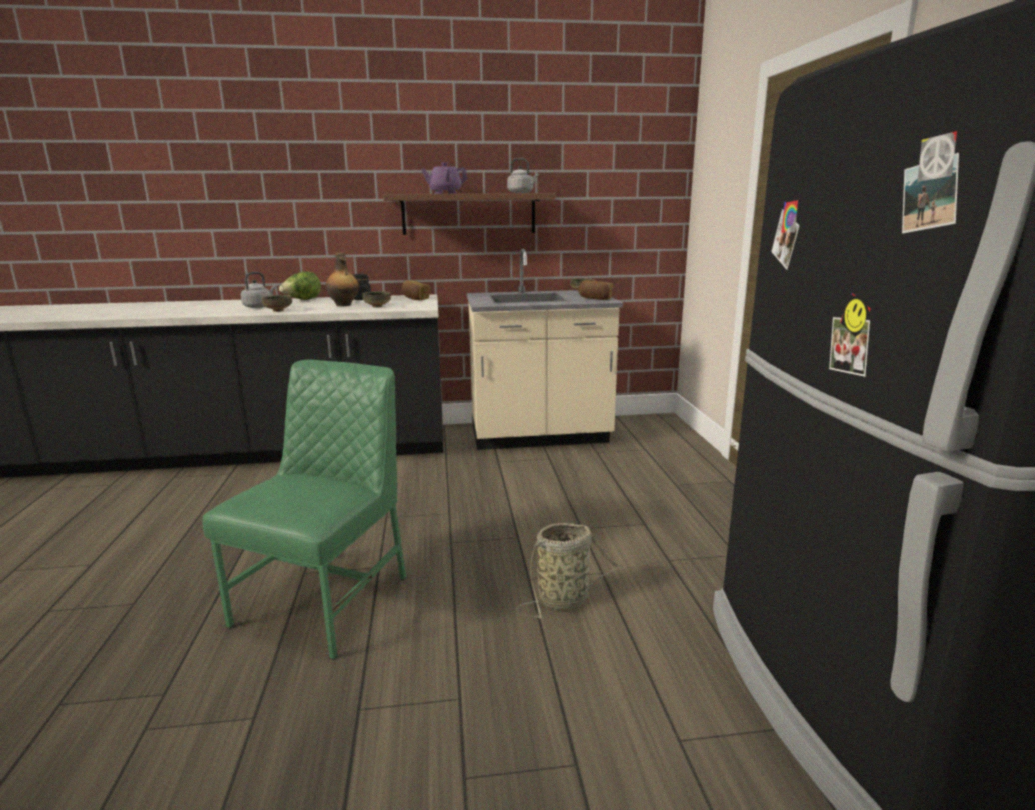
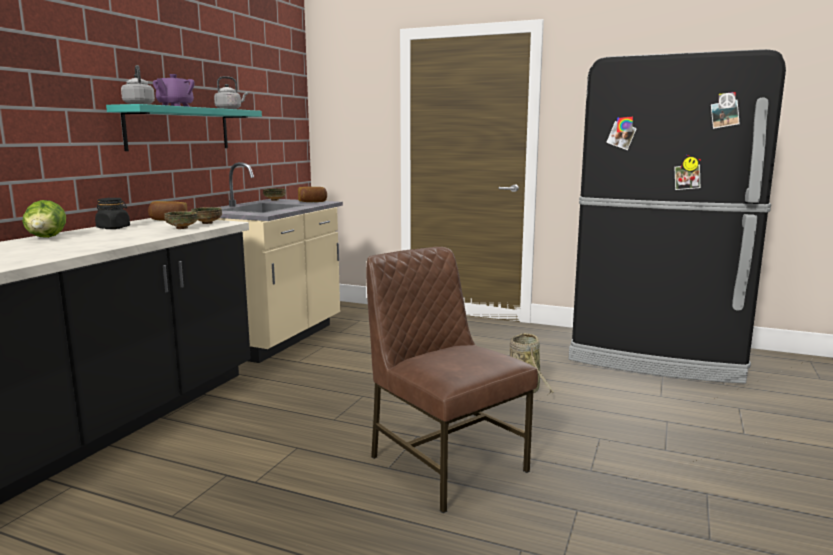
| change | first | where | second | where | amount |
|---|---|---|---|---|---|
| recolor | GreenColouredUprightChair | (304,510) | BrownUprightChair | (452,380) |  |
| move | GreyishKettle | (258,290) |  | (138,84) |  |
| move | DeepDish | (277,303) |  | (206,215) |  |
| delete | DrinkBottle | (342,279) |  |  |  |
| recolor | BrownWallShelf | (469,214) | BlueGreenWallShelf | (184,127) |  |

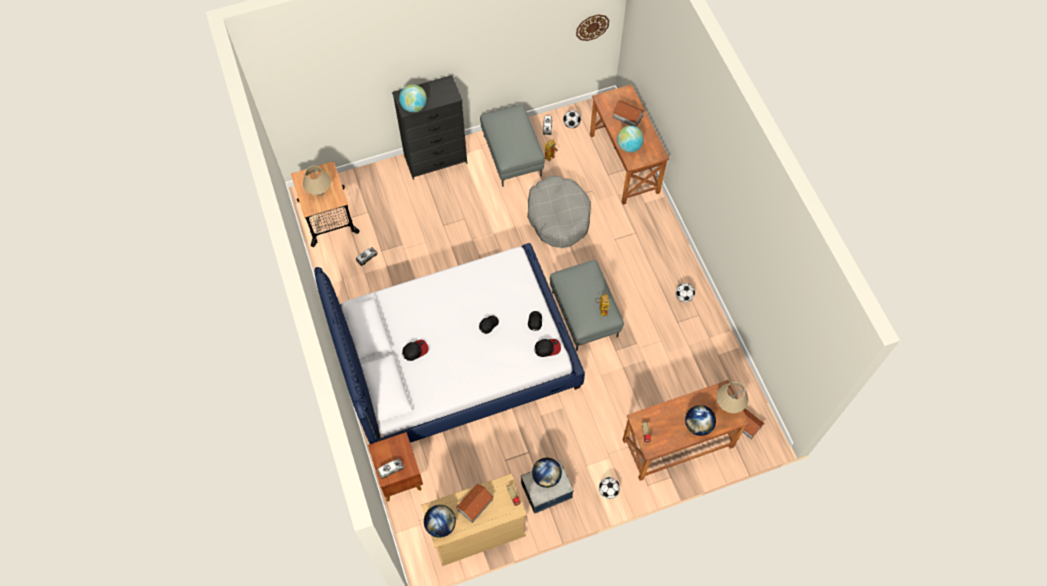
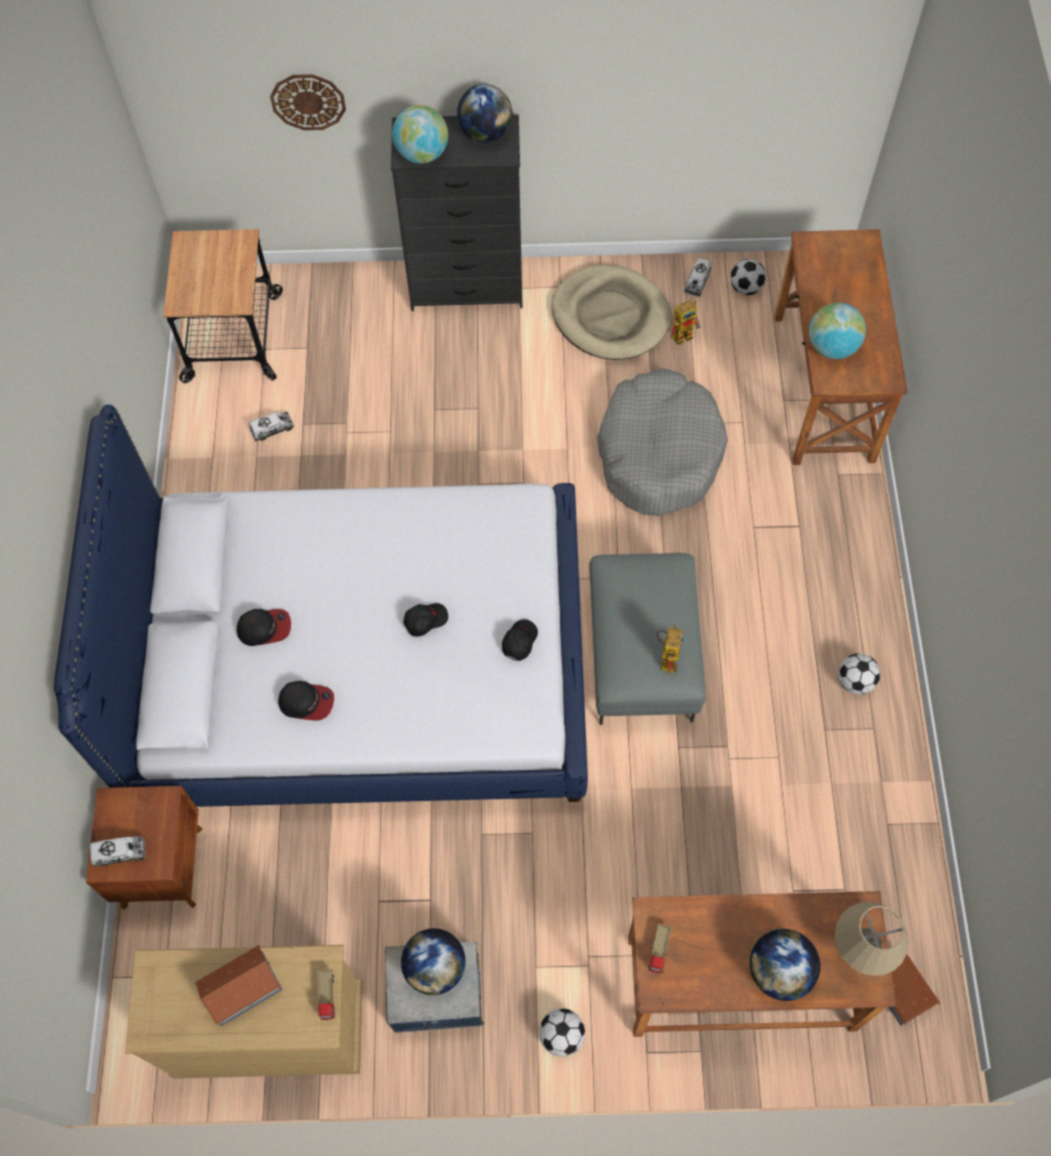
| change | first | where | second | where | amount |
|---|---|---|---|---|---|
| delete | BeigeTabletopLamp | (317,181) |  |  |  |
| move | DeskGlobe | (440,521) |  | (484,113) |  |
| replace | GreyishPouffe | (512,145) | BeigePetBed | (611,312) |  |
| move | PeakedCap | (547,348) |  | (306,700) |  |
| move | ClockOnTheWall | (592,27) |  | (308,102) |  |
| delete | MiniatureHouse | (628,113) |  |  |  |

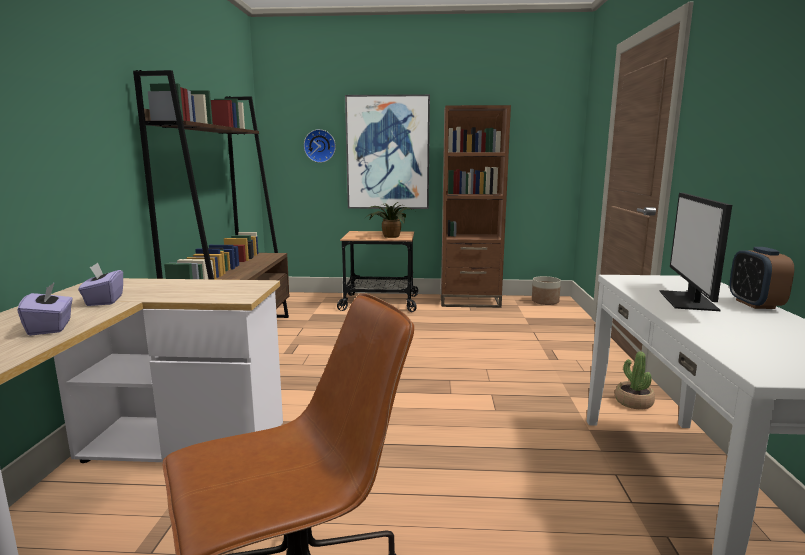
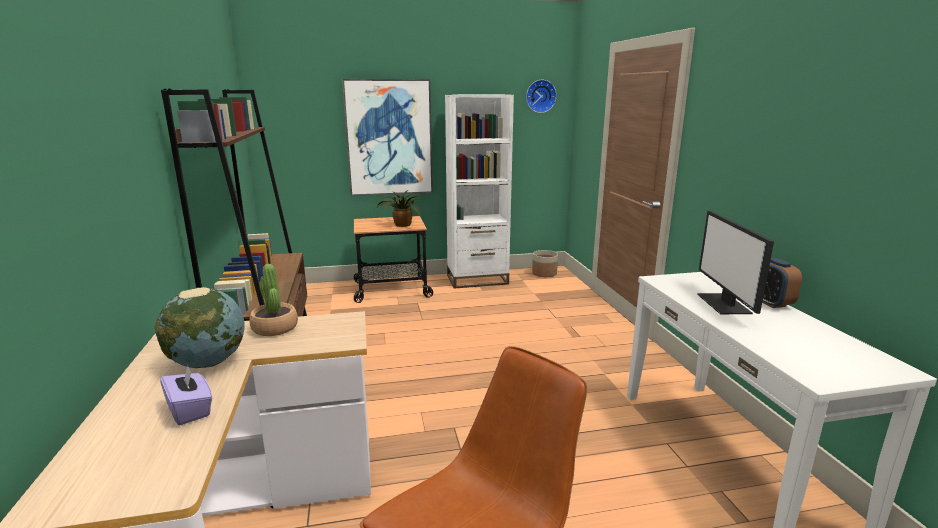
| change | first | where | second | where | amount |
|---|---|---|---|---|---|
| replace | PurpleBoxOfTissues | (100,284) | DeskGlobe | (200,327) |  |
| move | ClockOnTheWall | (320,146) |  | (541,96) |  |
| recolor | BrownBookcase | (476,206) | WhitishBookcase | (479,191) |  |
| move | Houseplant | (635,380) |  | (273,300) |  |

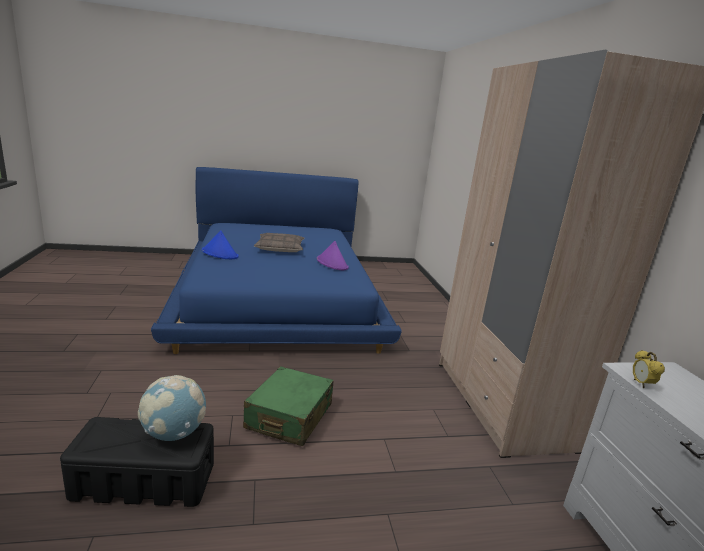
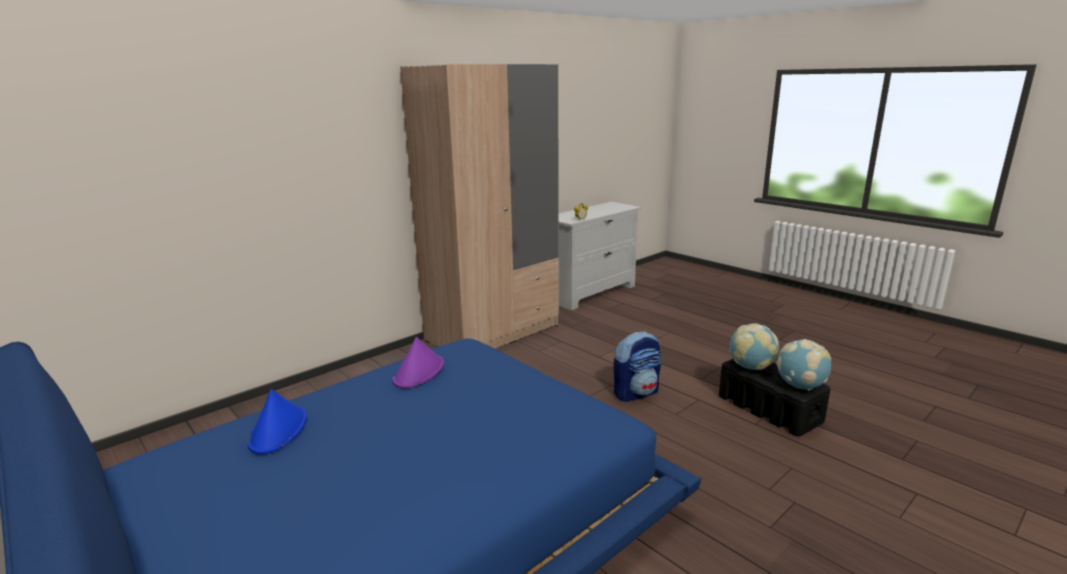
| change | first | where | second | where | amount |
|---|---|---|---|---|---|
| move | BlueClothingHat | (220,244) |  | (277,421) |  |
| replace | GreenColouredSuitcase | (288,406) | Backpack | (637,367) |  |
| delete | Pillow | (279,242) |  |  |  |
| insert |  |  | DeskGlobe | (803,364) |  |

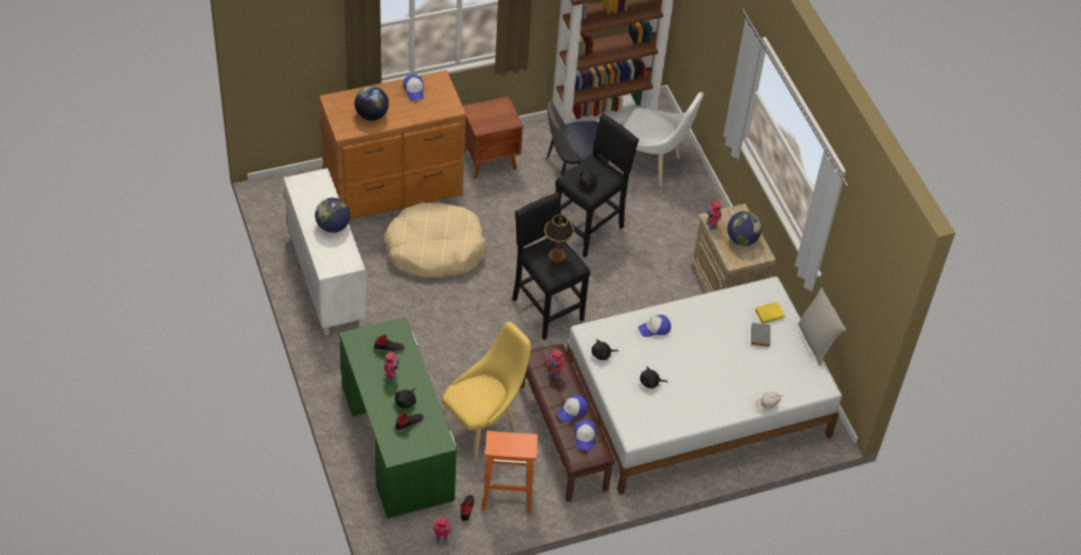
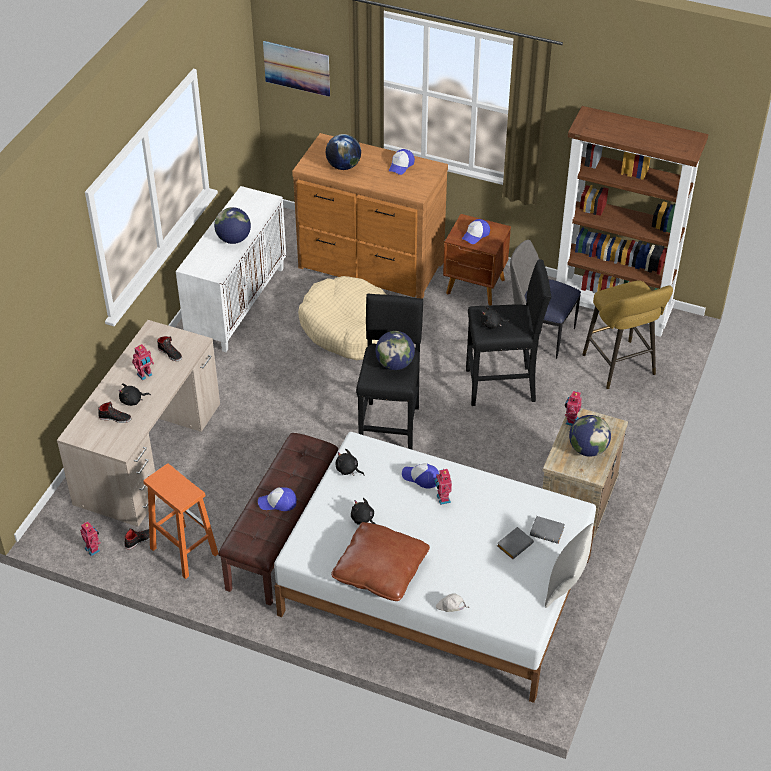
| change | first | where | second | where | amount |
|---|---|---|---|---|---|
| recolor | GreenColouredDeskUnit | (398,417) | BeigeDeskUnit | (138,423) |  |
| delete | YellowColouredUprightChair | (486,391) |  |  |  |
| replace | TabletopLamp | (559,238) | DeskGlobe | (395,350) |  |
| move | ToyRobot | (556,364) |  | (443,486) |  |
| move | PeakedCap | (585,435) |  | (476,231) |  |
| replace | WhitishUprightChair | (660,139) | YellowColouredSittingStool | (627,334) |  |
| recolor | YellowColouredBoundBook | (770,312) | GreyishBoundBook | (547,530) |  |
| insert |  |  | Picture | (296,69) |  |
| insert |  |  | BrownPillow | (380,561) |  |

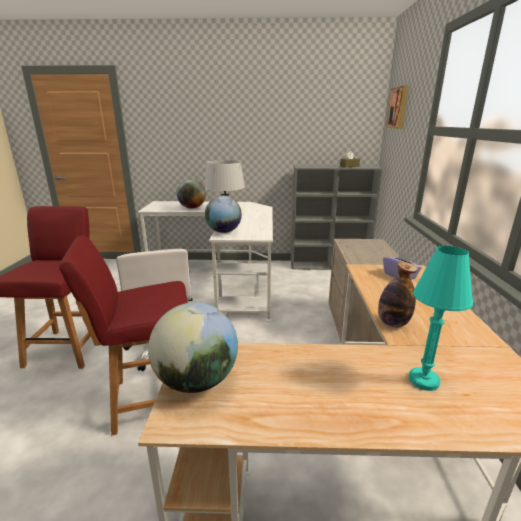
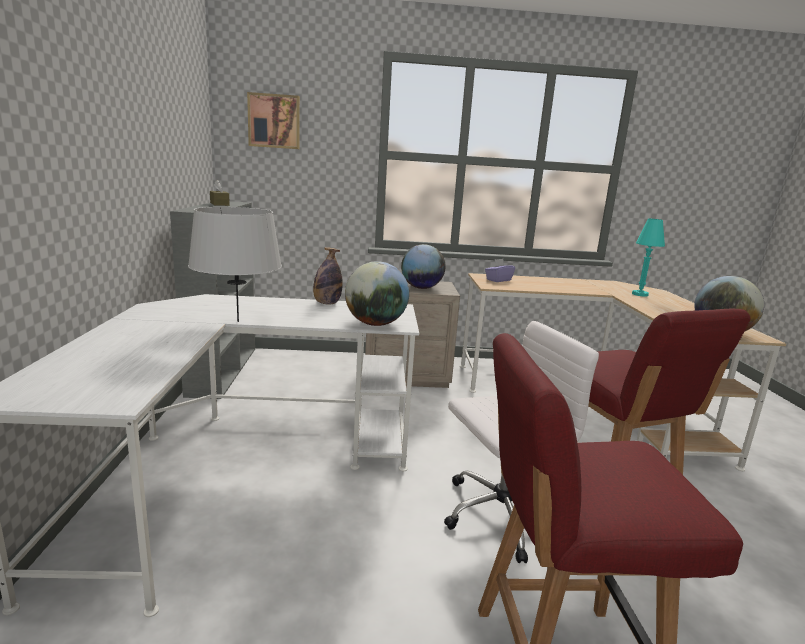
| change | first | where | second | where | amount |
|---|---|---|---|---|---|
| move | DeskGlobe | (191,194) |  | (423,266) |  |
| move | DrinkBottle | (398,294) |  | (328,276) |  |

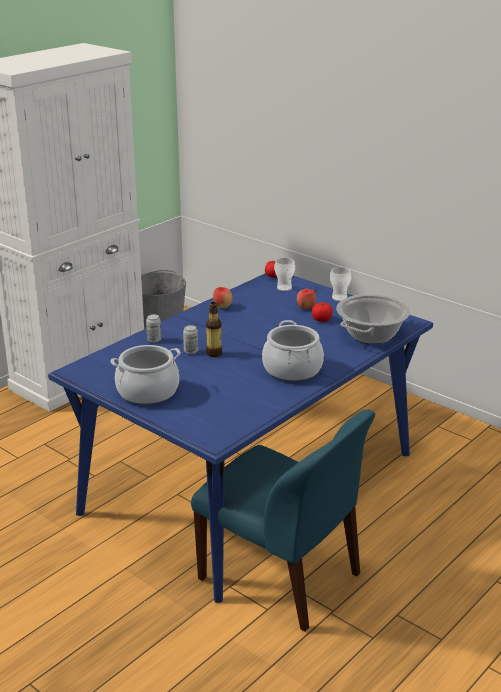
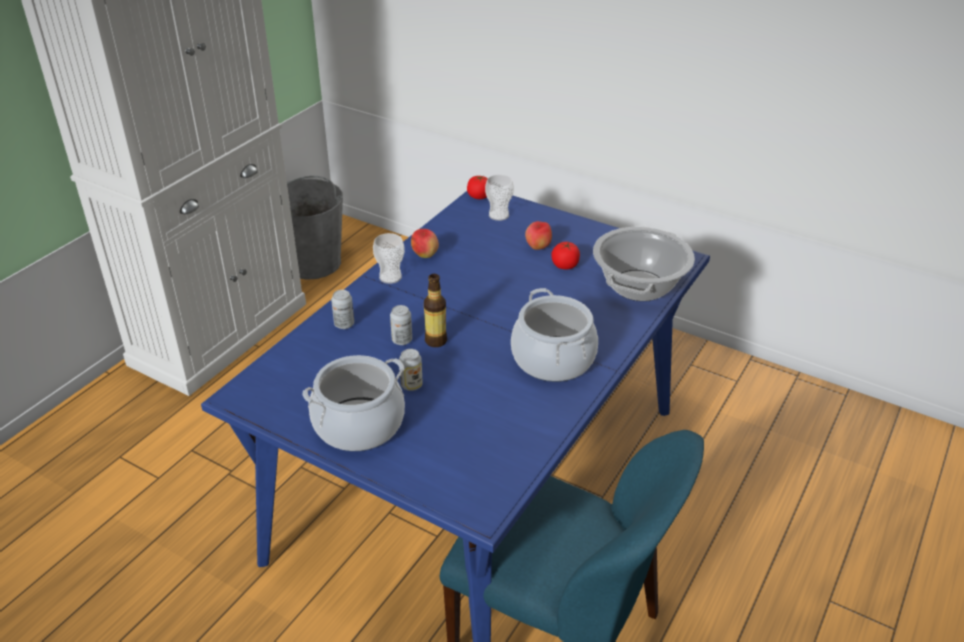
| change | first | where | second | where | amount |
|---|---|---|---|---|---|
| move | DrinkingCup | (340,284) |  | (389,258) |  |
| insert |  |  | Can | (411,370) |  |

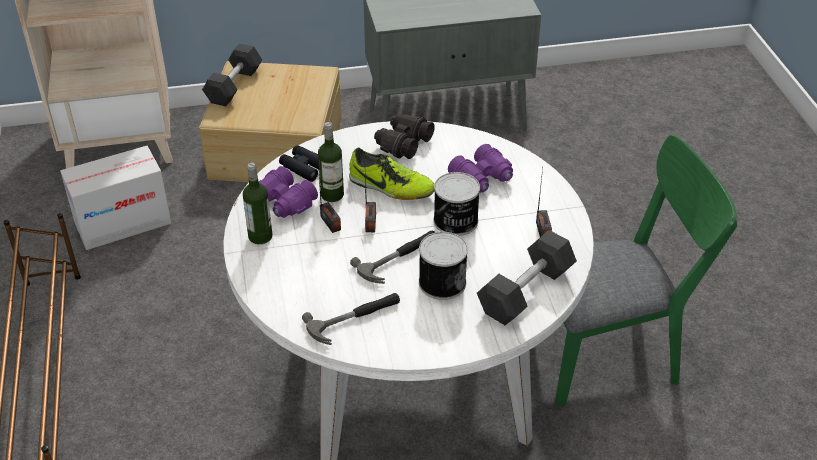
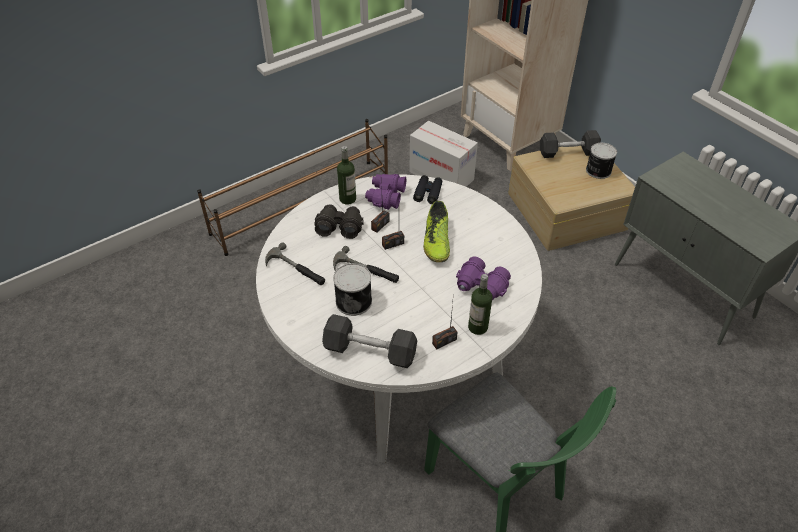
| change | first | where | second | where | amount |
|---|---|---|---|---|---|
| move | DrinkBottle | (331,162) |  | (480,304) |  |
| move | BlackPairOfBinoculars | (404,136) |  | (338,221) |  |
| move | Can | (457,204) |  | (601,161) |  |

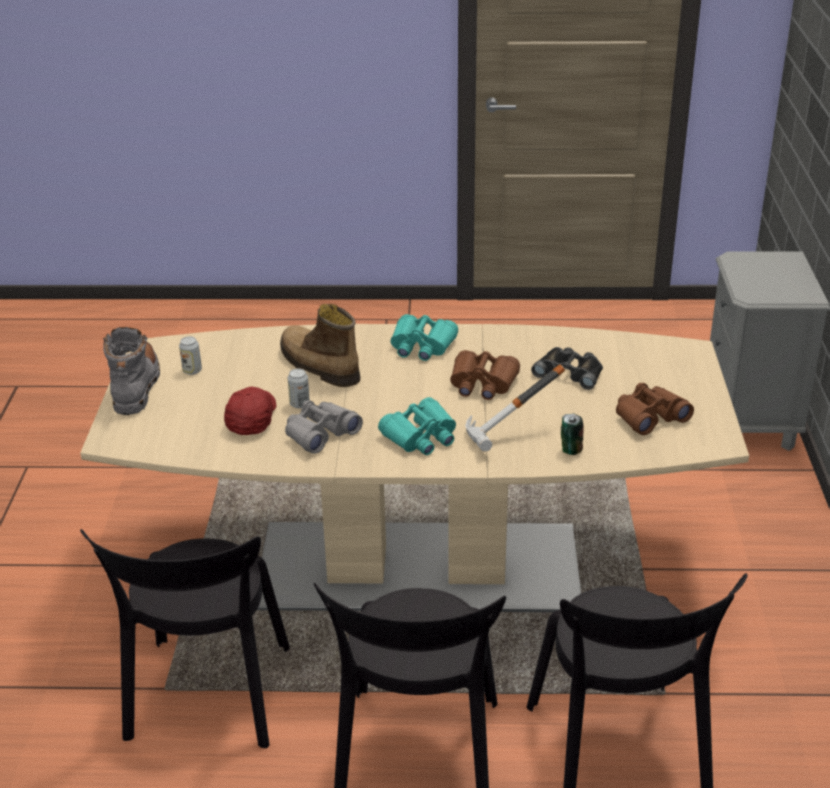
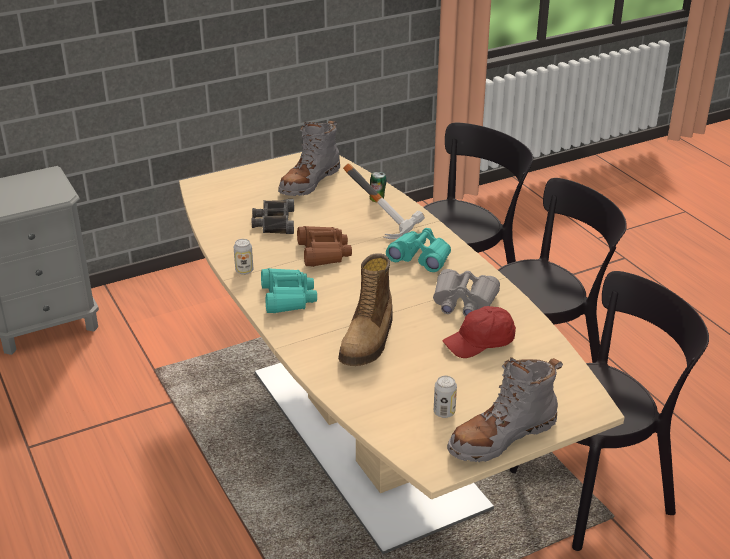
| change | first | where | second | where | amount |
|---|---|---|---|---|---|
| move | Can | (299,388) |  | (243,257) |  |
| replace | BrownPairOfBinoculars | (655,409) | GreyishHighTopBoot | (309,158) |  |

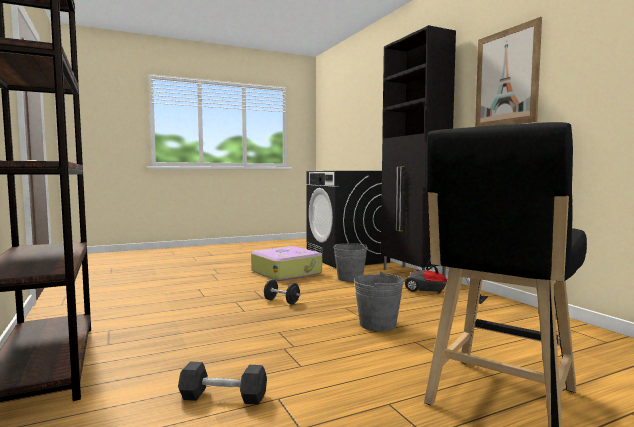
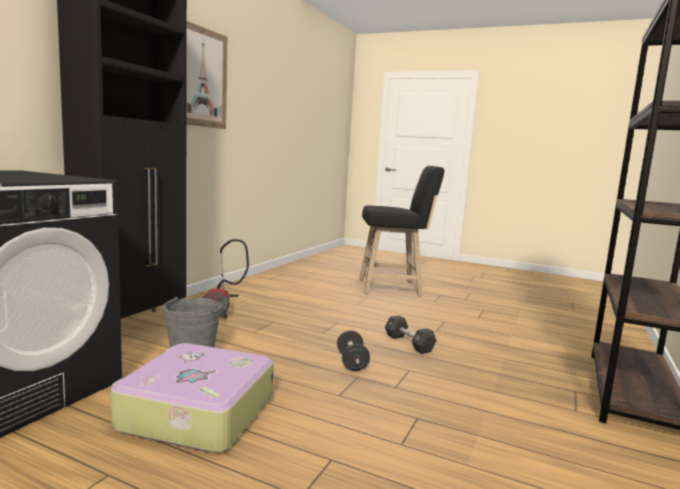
| change | first | where | second | where | amount |
|---|---|---|---|---|---|
| move | BlackHandWeight | (222,383) |  | (411,334) |  |
| delete | GreyishWaterBucket | (379,302) |  |  |  |

